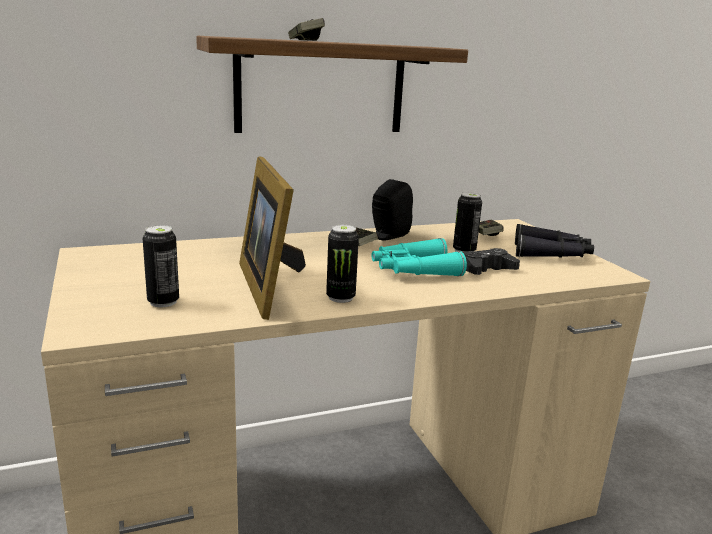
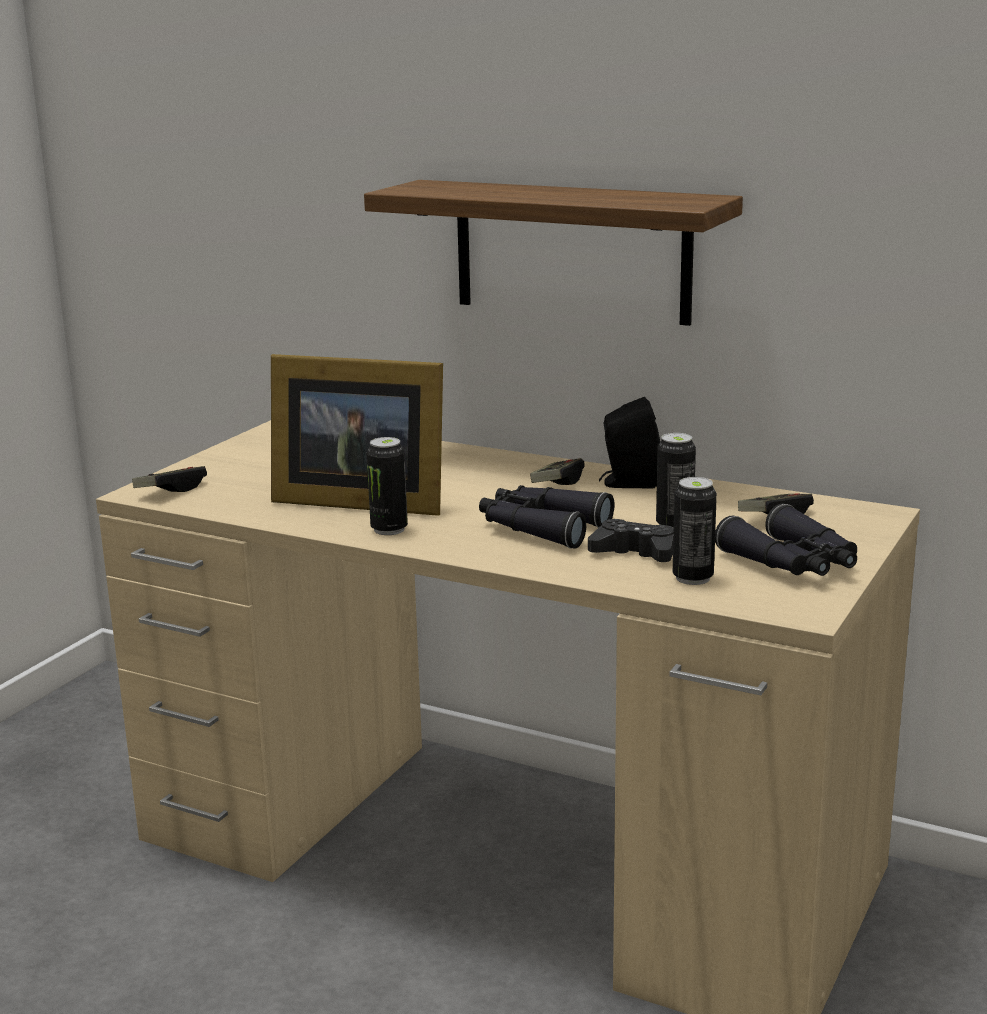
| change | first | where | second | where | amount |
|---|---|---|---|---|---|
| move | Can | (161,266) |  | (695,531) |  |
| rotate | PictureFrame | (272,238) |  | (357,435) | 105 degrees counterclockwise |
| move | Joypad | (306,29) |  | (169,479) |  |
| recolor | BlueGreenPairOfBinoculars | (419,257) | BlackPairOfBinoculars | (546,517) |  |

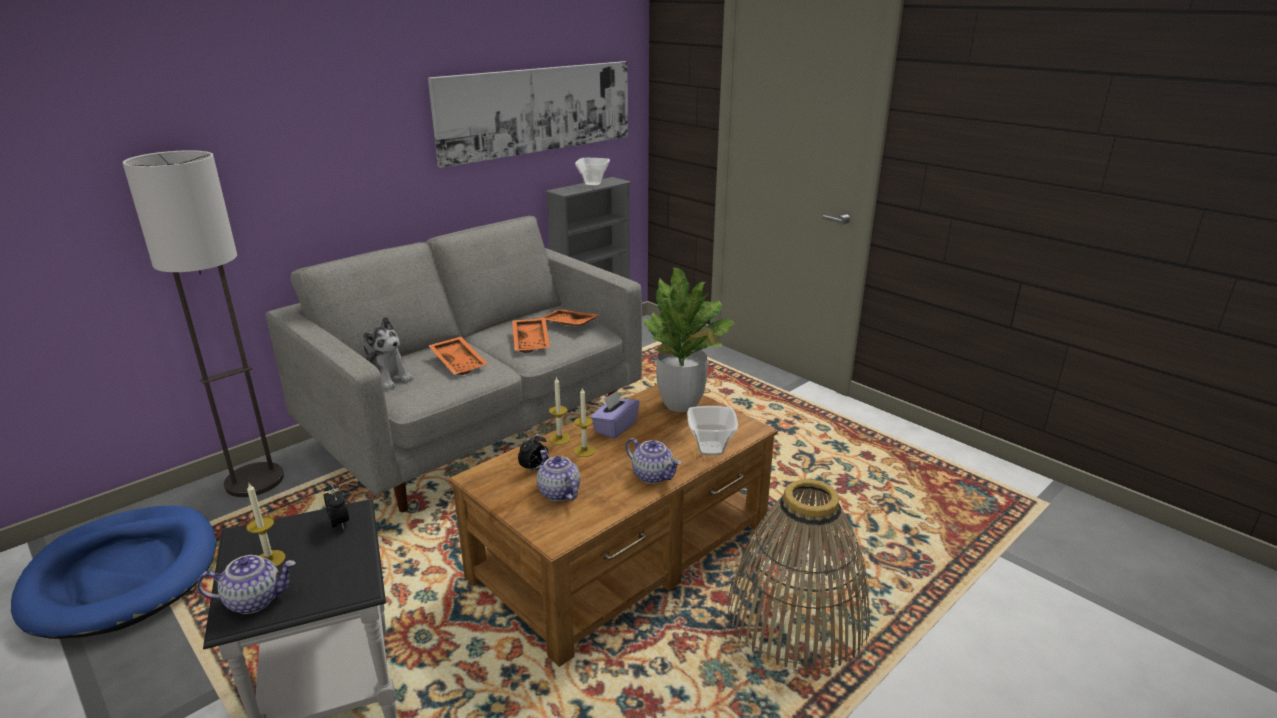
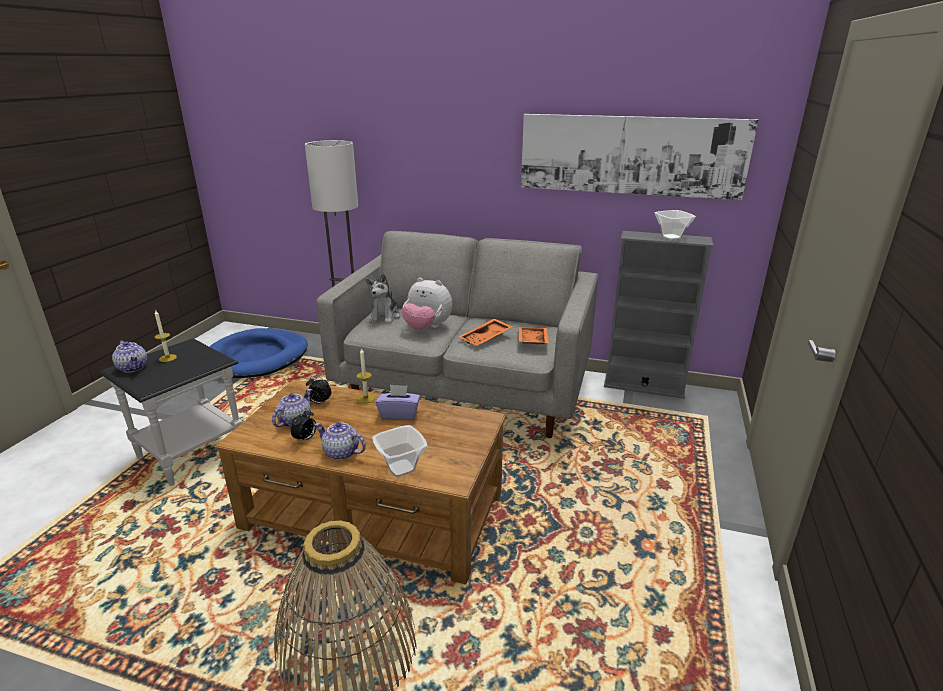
| change | first | where | second | where | amount |
|---|---|---|---|---|---|
| move | BedsideClock | (336,505) |  | (303,426) |  |
| replace | OrangeServingTray | (458,356) | SoftToy | (427,304) |  |
| delete | Candle | (585,422) |  |  |  |
| rotate | TeaPot | (653,461) |  | (340,441) | 105 degrees clockwise |
| delete | Houseplant | (690,339) |  |  |  |

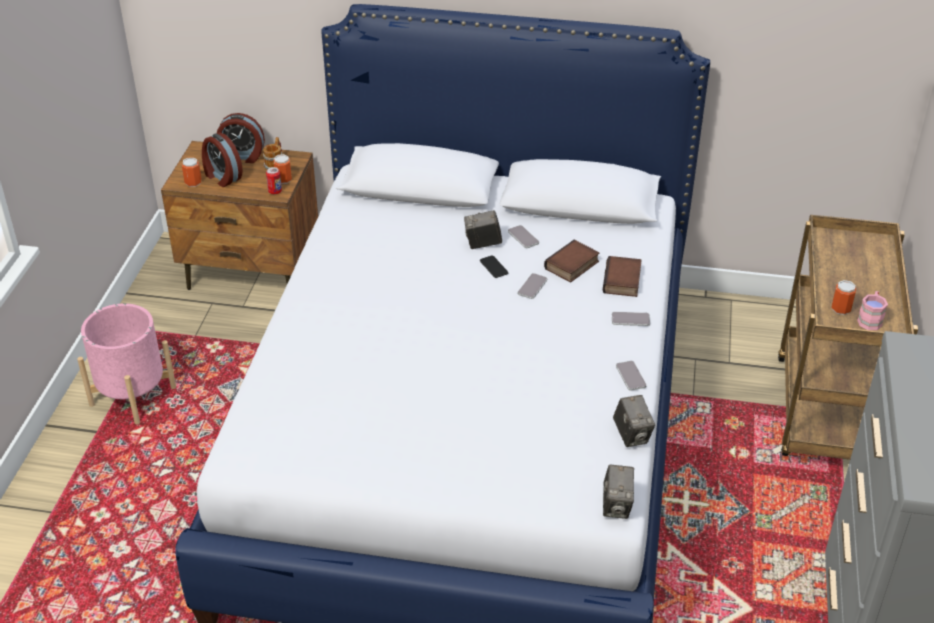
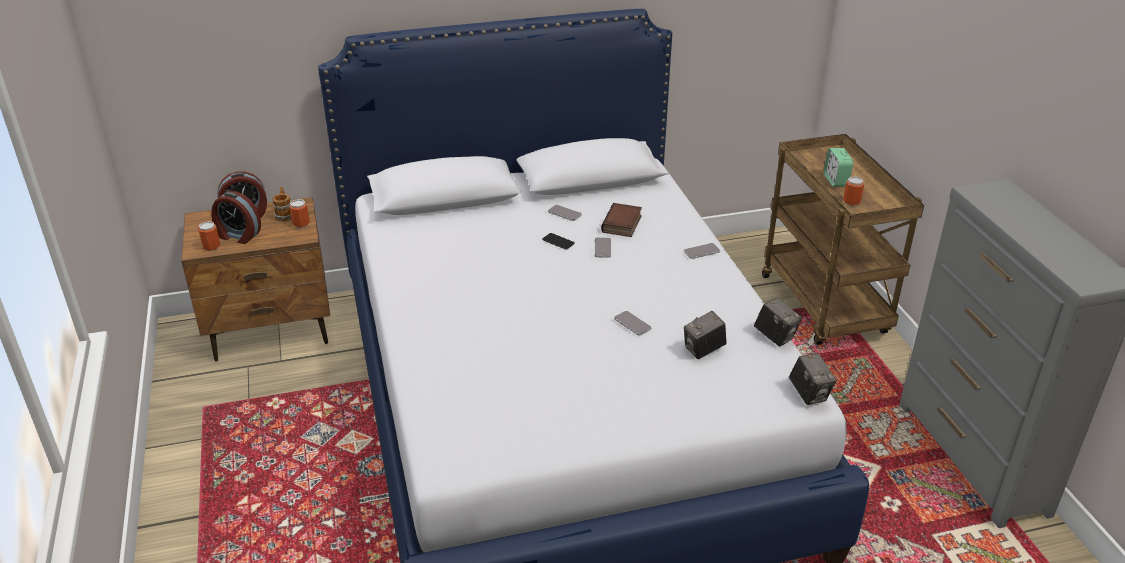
| change | first | where | second | where | amount |
|---|---|---|---|---|---|
| delete | PinkColouredFlowerPot | (126,363) |  |  |  |
| delete | Can | (274,181) |  |  |  |
| move | PhotoCamera | (483,229) |  | (705,335) |  |
| delete | BoundBook | (622,276) |  |  |  |
| move | Phone | (631,376) |  | (632,323) |  |
| delete | PinkColouredCoffeeMug | (872,310) |  |  |  |
| insert |  |  | BedsideClock | (838,167) |  |

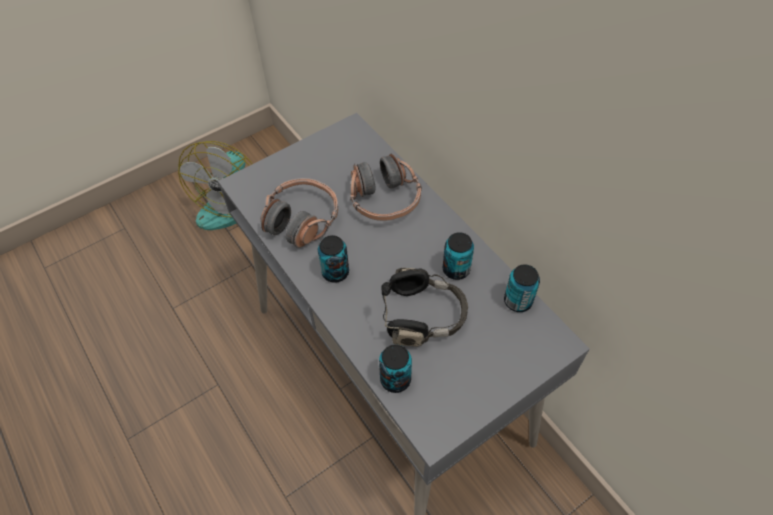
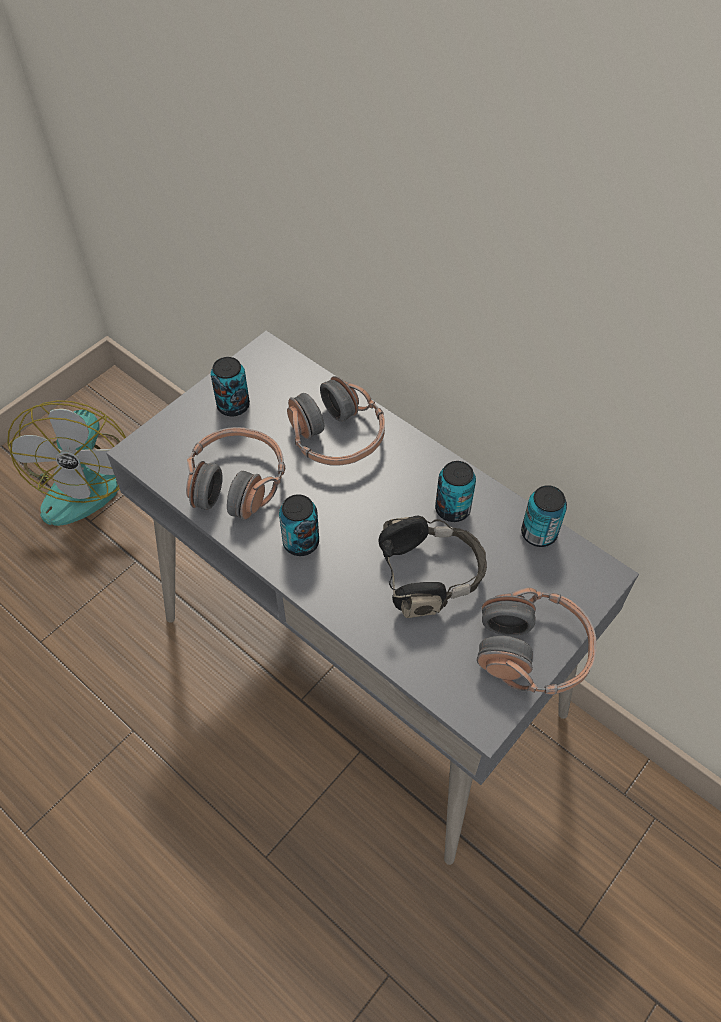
| change | first | where | second | where | amount |
|---|---|---|---|---|---|
| move | Can | (395,368) |  | (230,387) |  |
| insert |  |  | Headset | (536,641) |  |

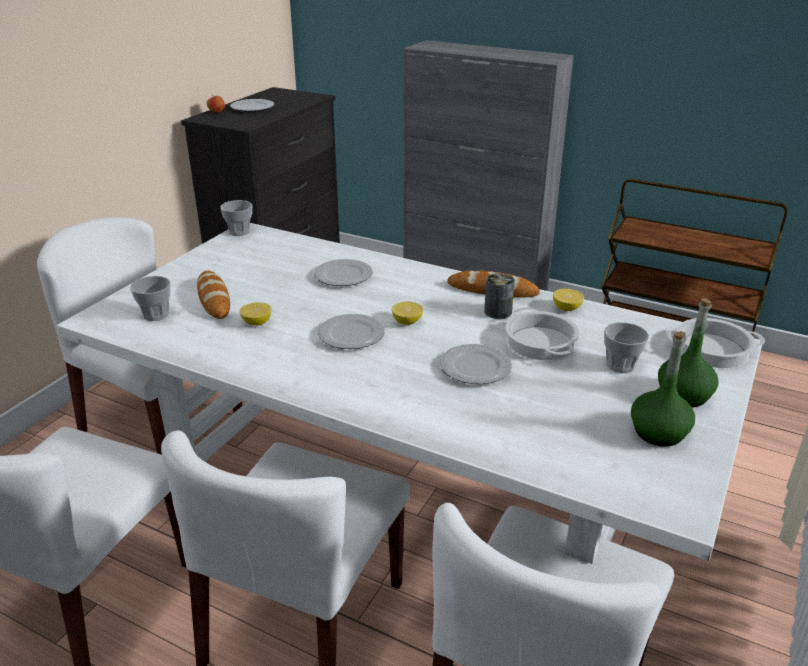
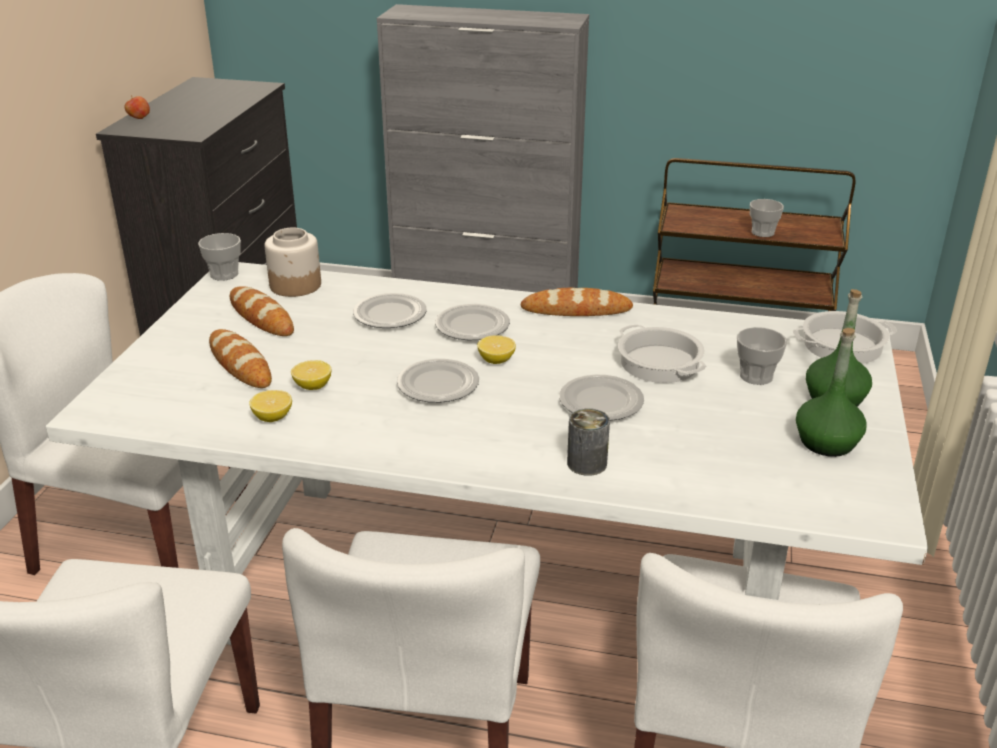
| change | first | where | second | where | amount |
|---|---|---|---|---|---|
| move | DrinkingCup | (150,298) |  | (767,218) |  |
| move | FlatDish | (252,105) |  | (472,322) |  |
| move | Can | (499,296) |  | (588,442) |  |
| move | CitrusFruit | (568,300) |  | (270,406) |  |
| insert |  |  | BakedBread | (262,311) |  |
| insert |  |  | StorageJar | (293,262) |  |

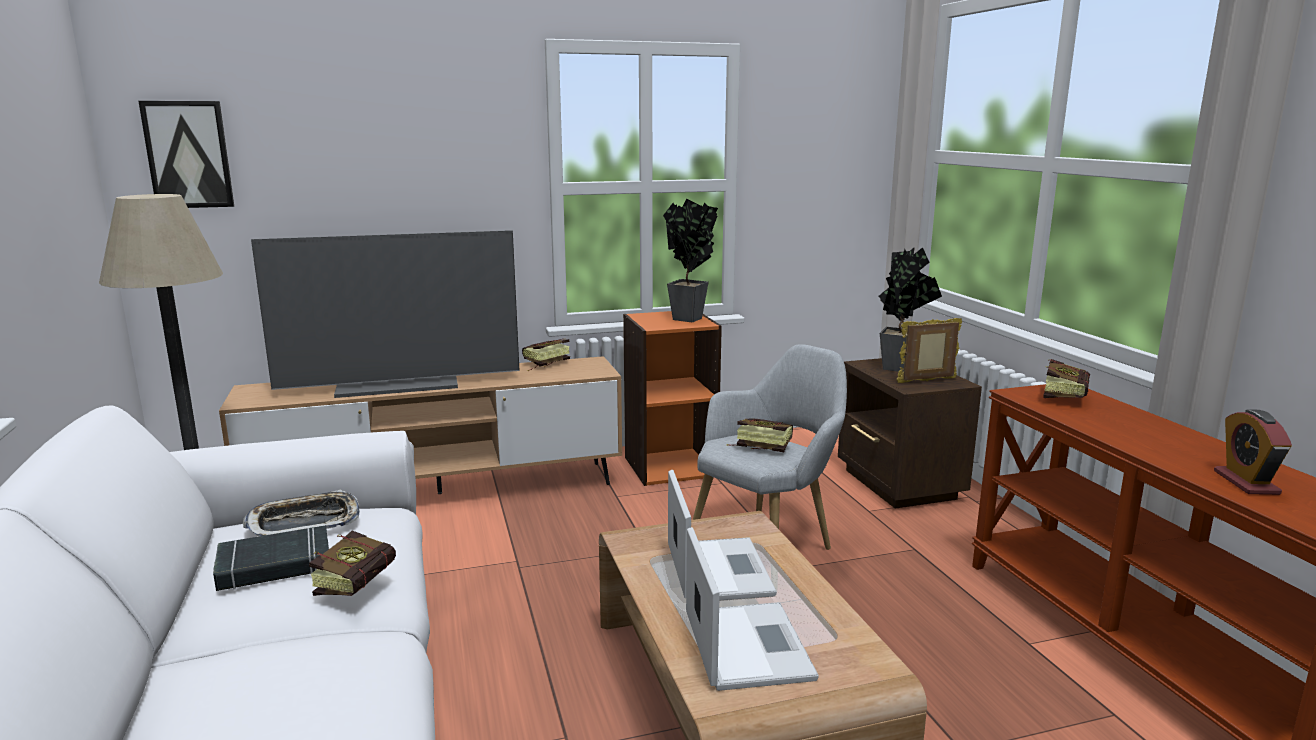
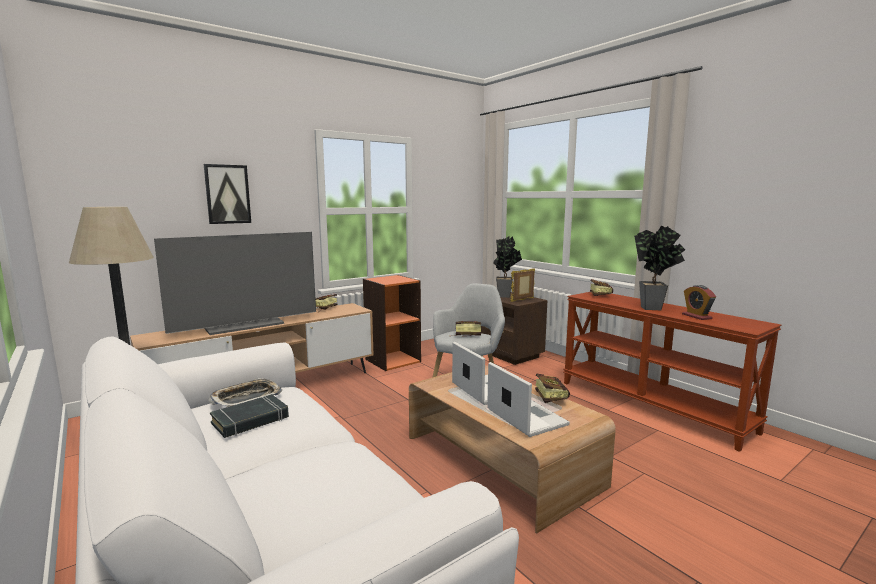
| change | first | where | second | where | amount |
|---|---|---|---|---|---|
| move | Picture | (186,154) |  | (227,194) |  |
| move | BoundBook | (352,563) |  | (552,388) |  |
| move | Houseplant | (690,260) |  | (659,267) |  |

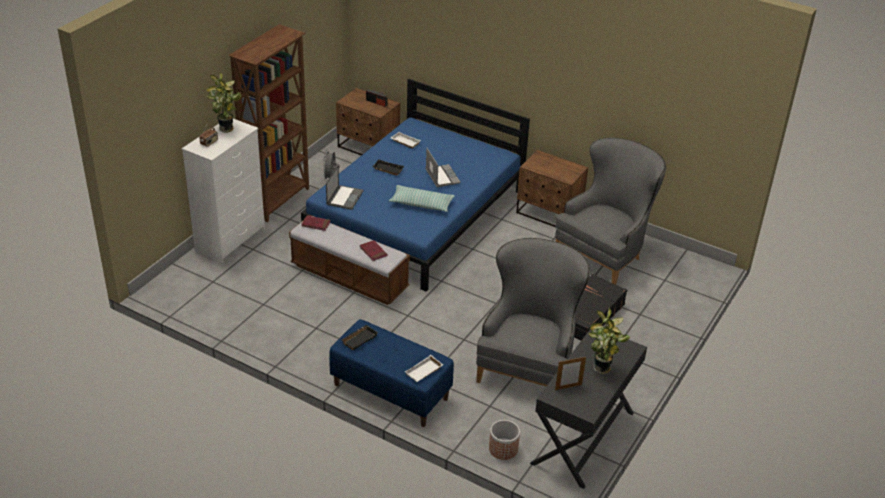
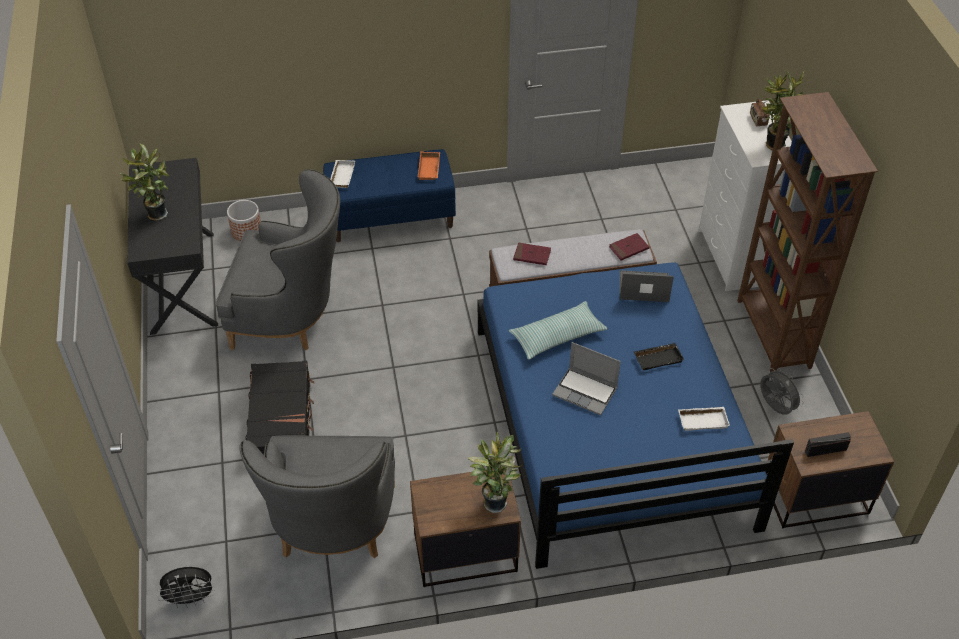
| change | first | where | second | where | amount |
|---|---|---|---|---|---|
| rotate | NotebookComputer | (345,187) |  | (647,286) | 120 degrees clockwise |
| recolor | BlackServingTray | (359,337) | OrangeServingTray | (429,165) |  |
| rotate | GreyishLoungeChair | (533,312) |  | (277,259) | 60 degrees counterclockwise |
| delete | PictureFrame | (570,373) |  |  |  |
| insert |  |  | BlackFan | (186,587) |  |
| insert |  |  | Houseplant | (495,472) |  |

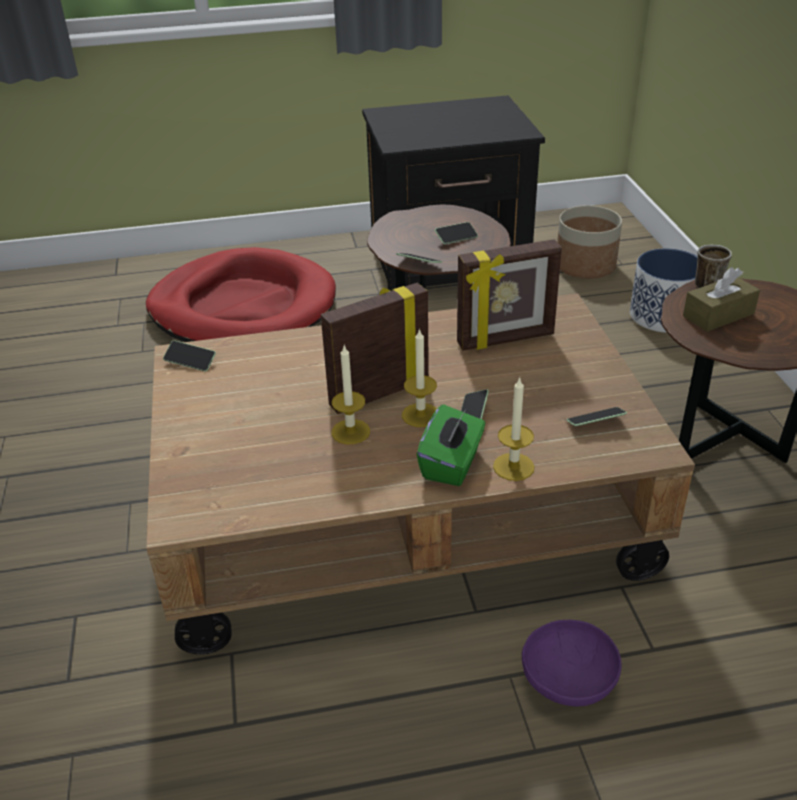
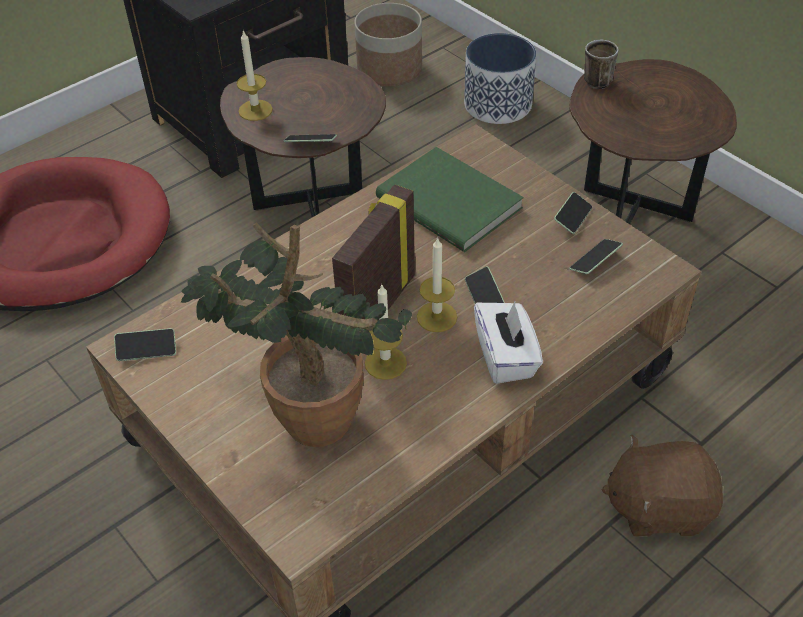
| change | first | where | second | where | amount |
|---|---|---|---|---|---|
| recolor | GreenColouredBoxOfTissues | (451,445) | WhitishBoxOfTissues | (508,343) |  |
| move | Phone | (456,233) |  | (573,213) |  |
| replace | PictureFrame | (509,295) | GreenColouredBoundBook | (450,199) |  |
| move | Candle | (513,429) |  | (254,75) |  |
| replace | PurpleDeepDish | (572,663) | BrownSoftToy | (662,486) |  |
| delete | BrownBoxOfTissues | (721,299) |  |  |  |
| insert |  |  | Houseplant | (296,334) |  |

